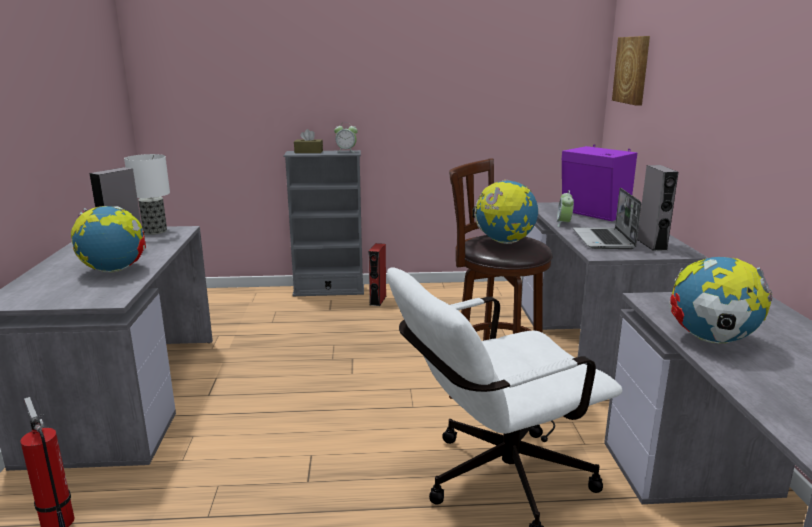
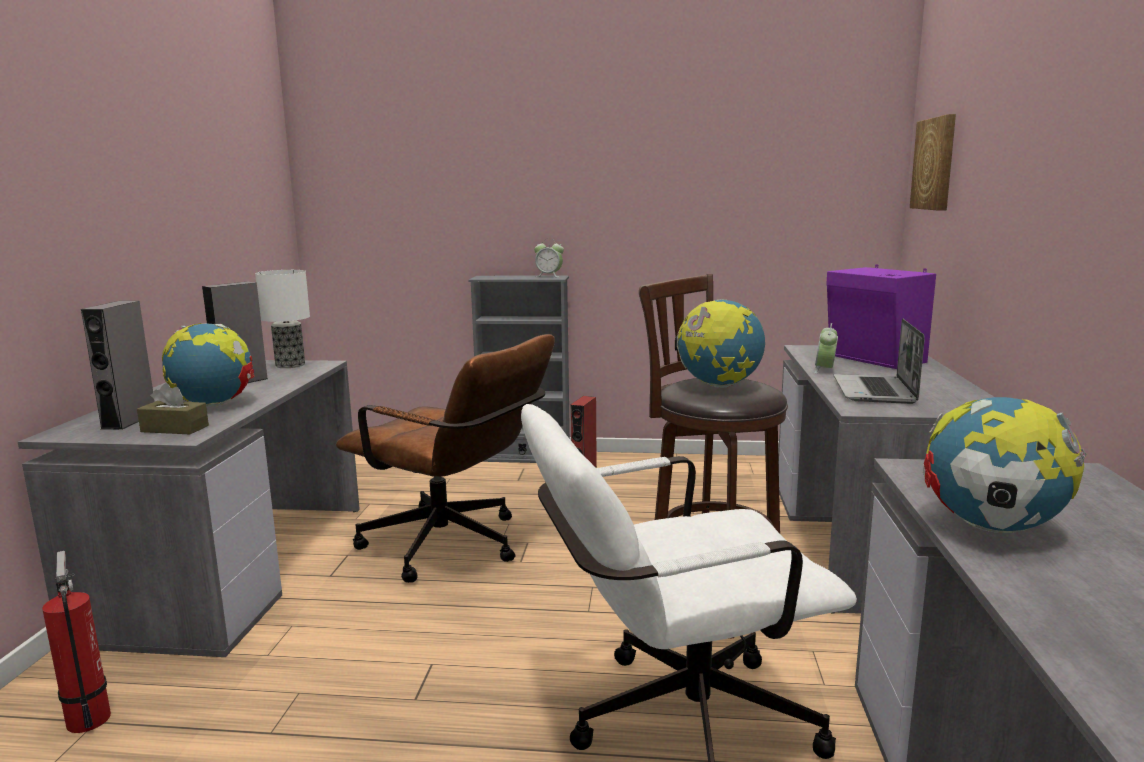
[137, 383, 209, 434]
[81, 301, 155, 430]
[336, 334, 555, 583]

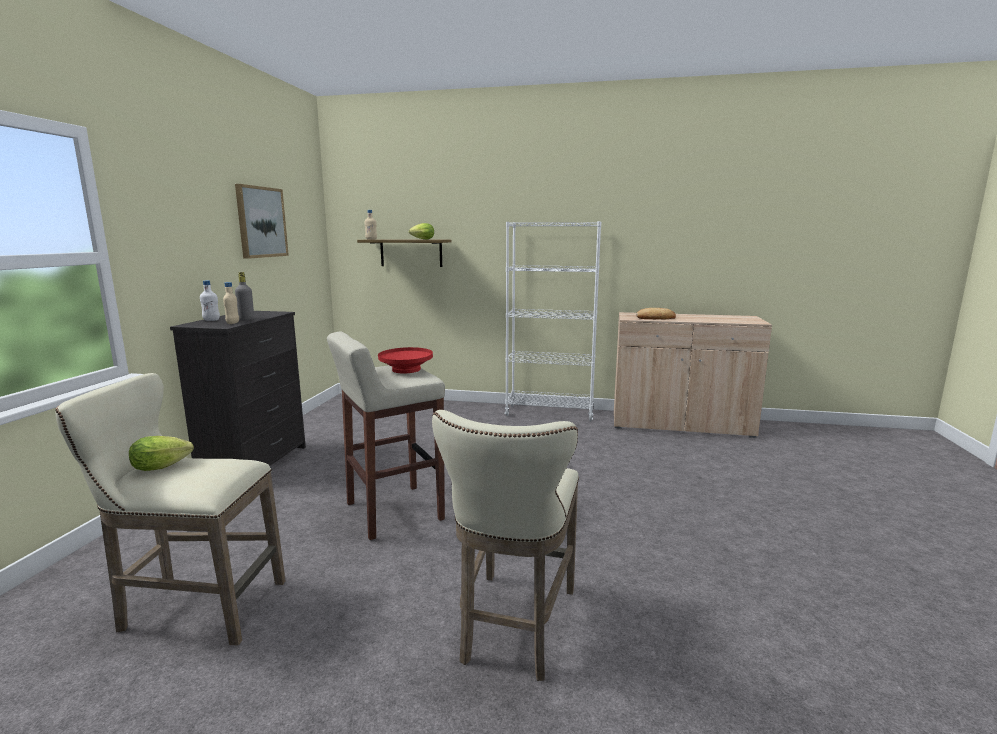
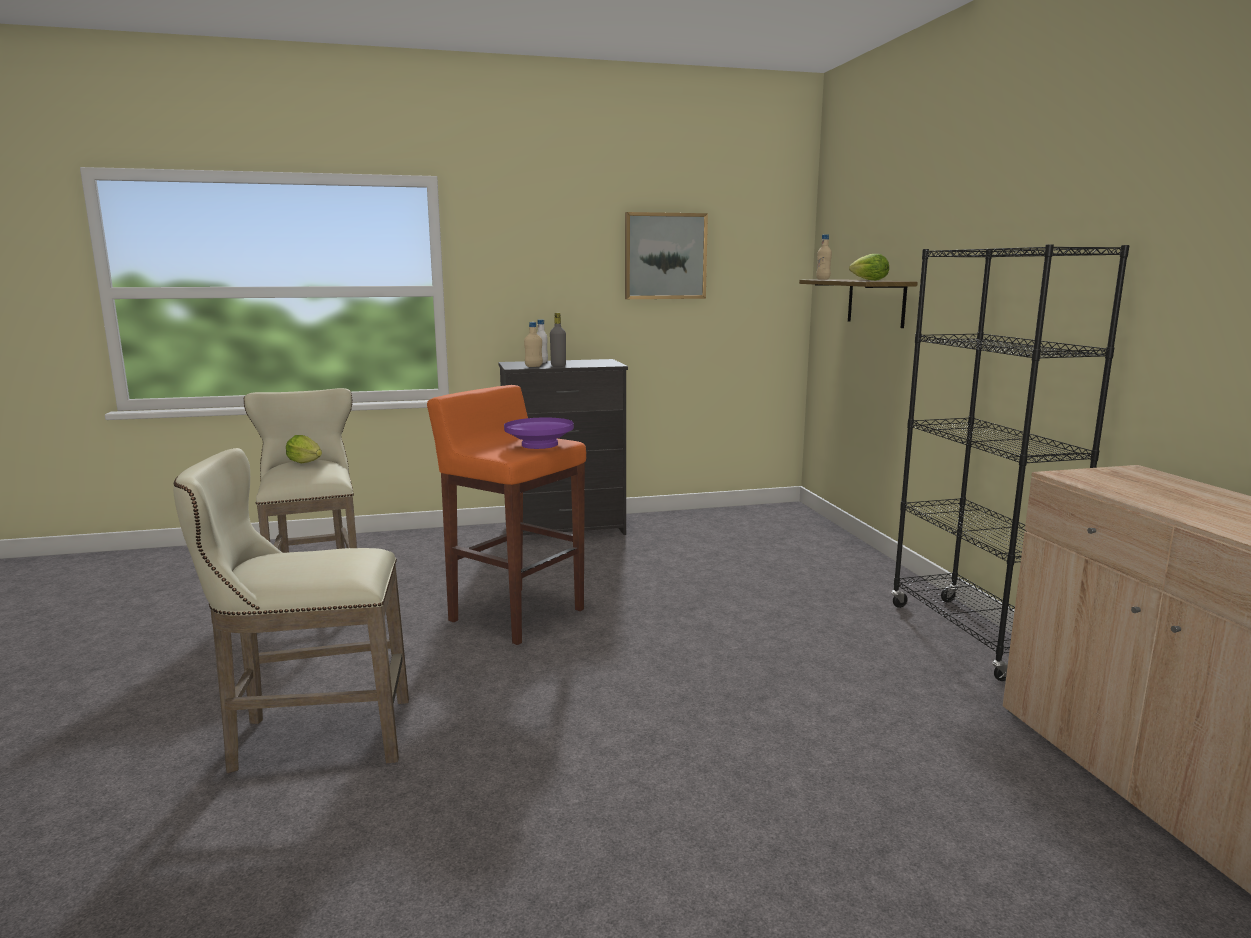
[891, 245, 1129, 681]
[636, 308, 676, 319] (first image)
[427, 385, 586, 645]
[504, 418, 574, 449]

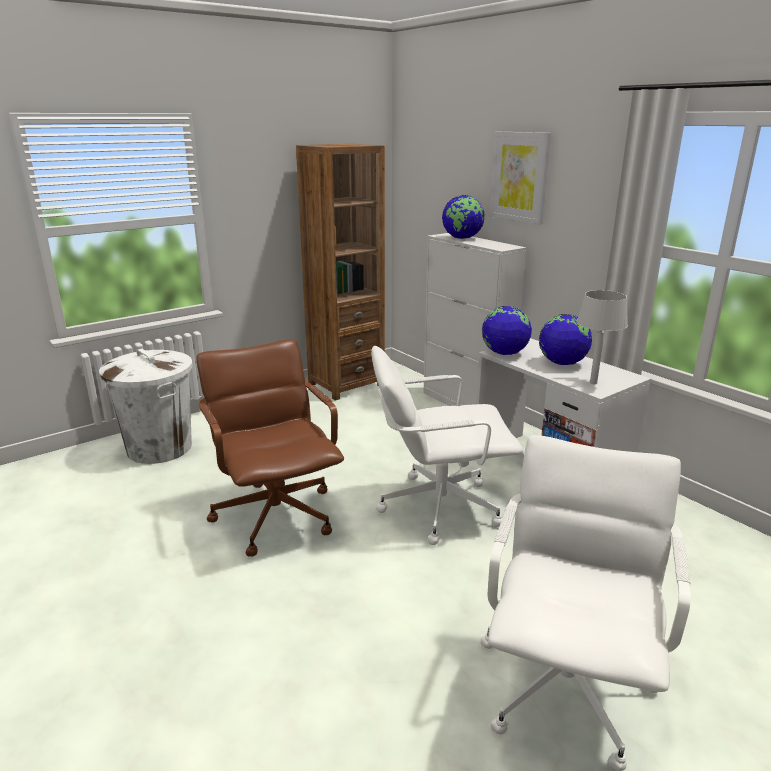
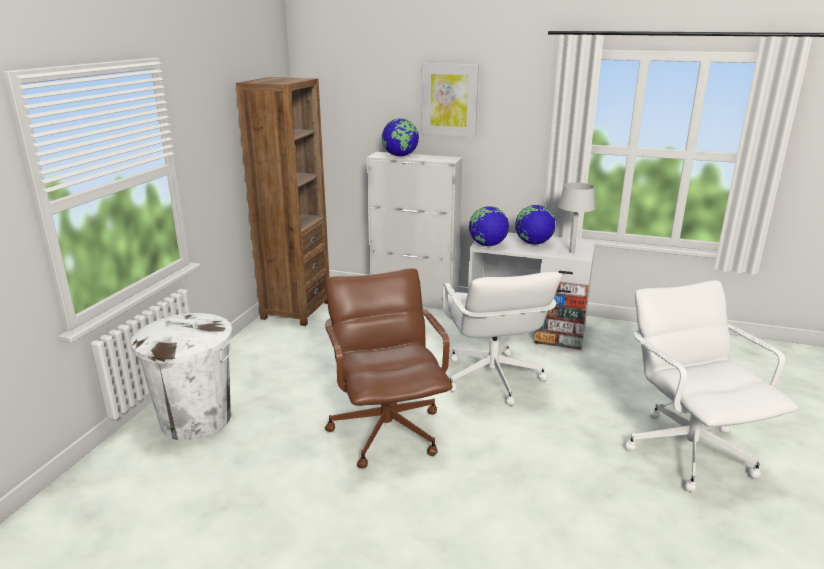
[325, 268, 453, 469]
[442, 272, 562, 406]

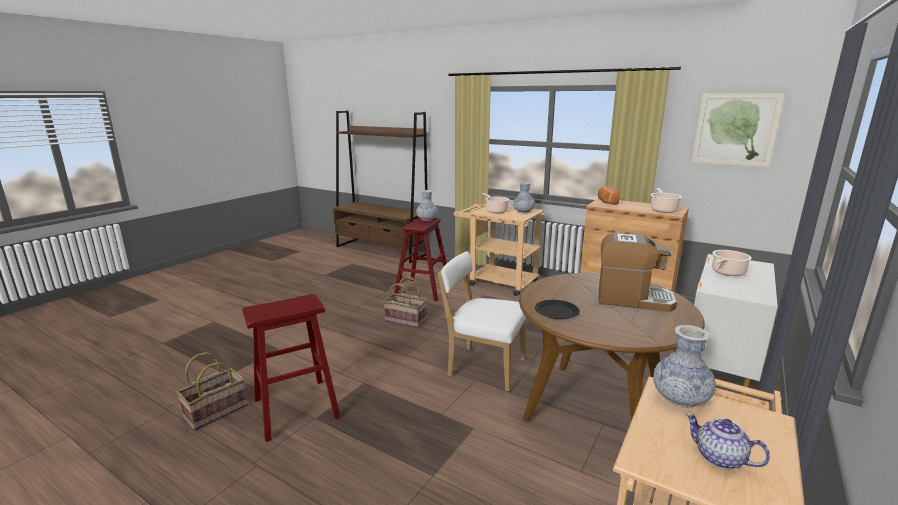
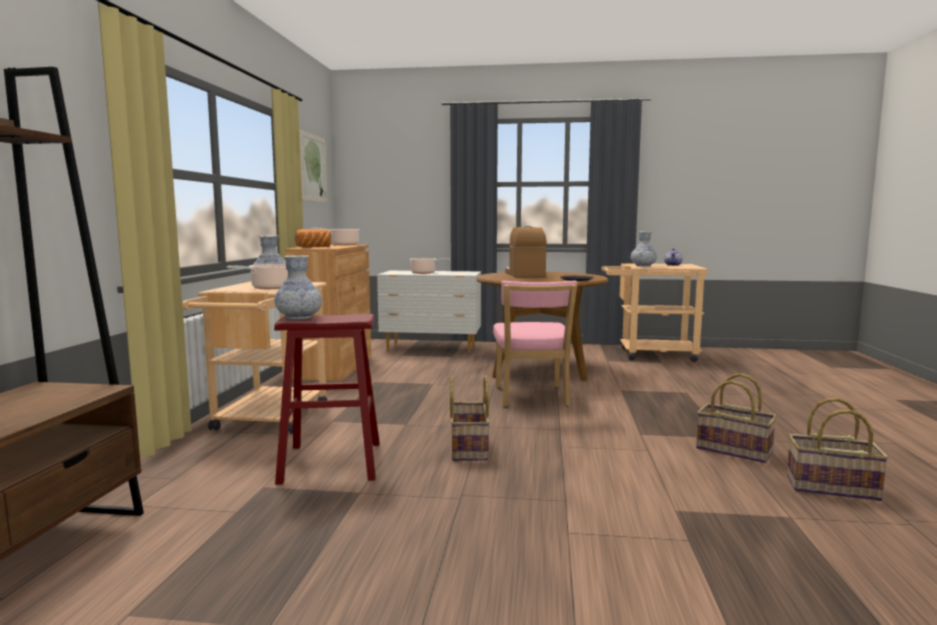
[493, 281, 577, 407]
[696, 373, 777, 463]

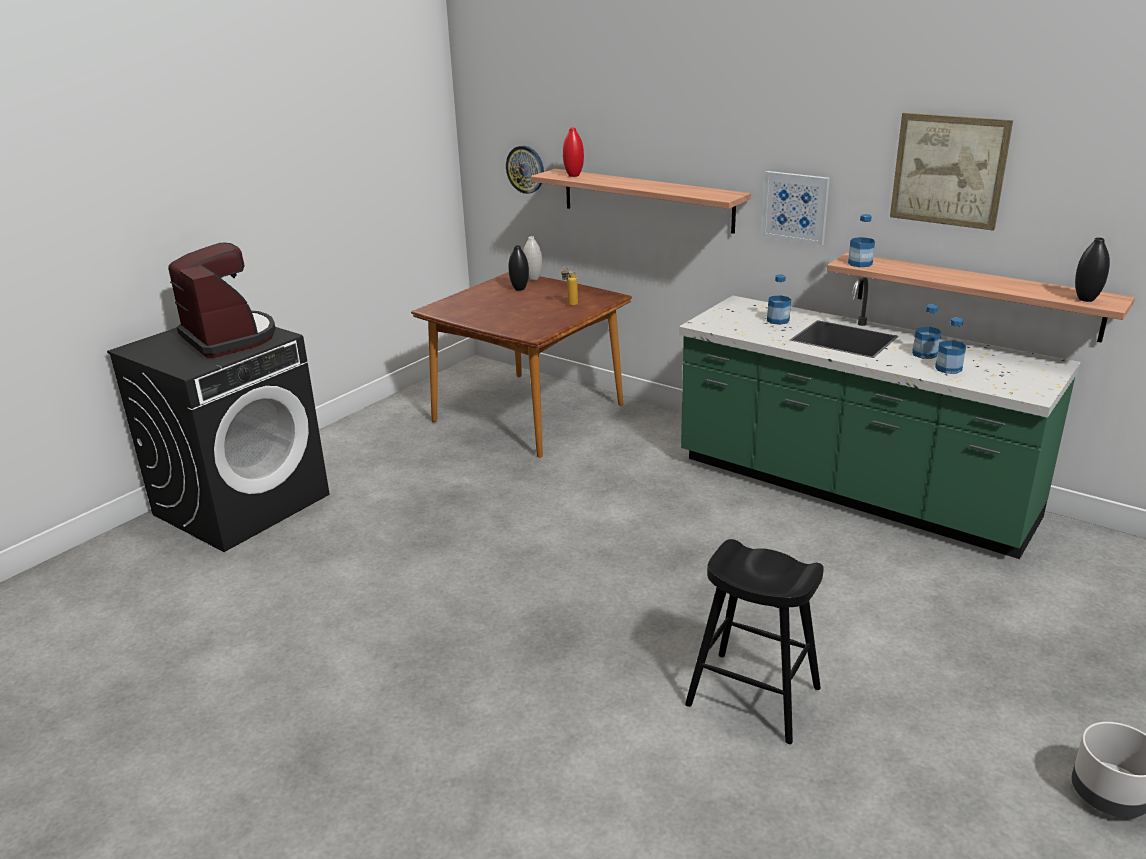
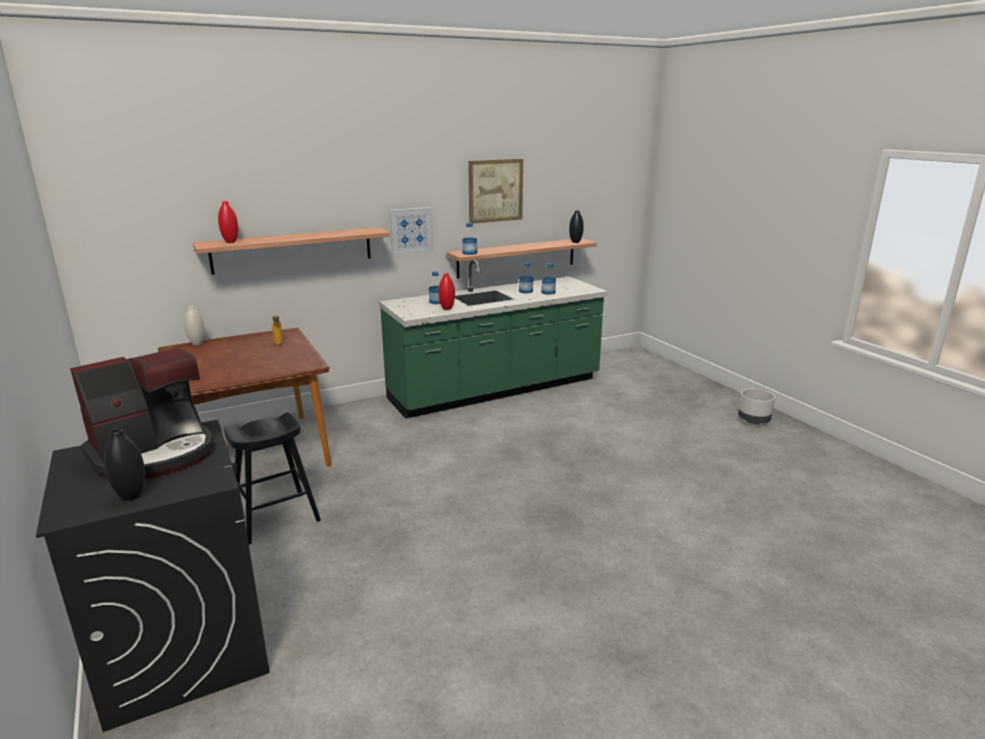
[506, 146, 544, 194] (first image)
[70, 348, 214, 479]
[104, 428, 145, 501]
[224, 413, 321, 545]
[439, 273, 455, 310]

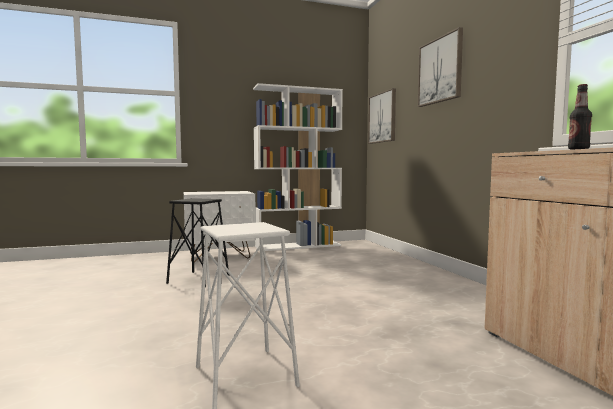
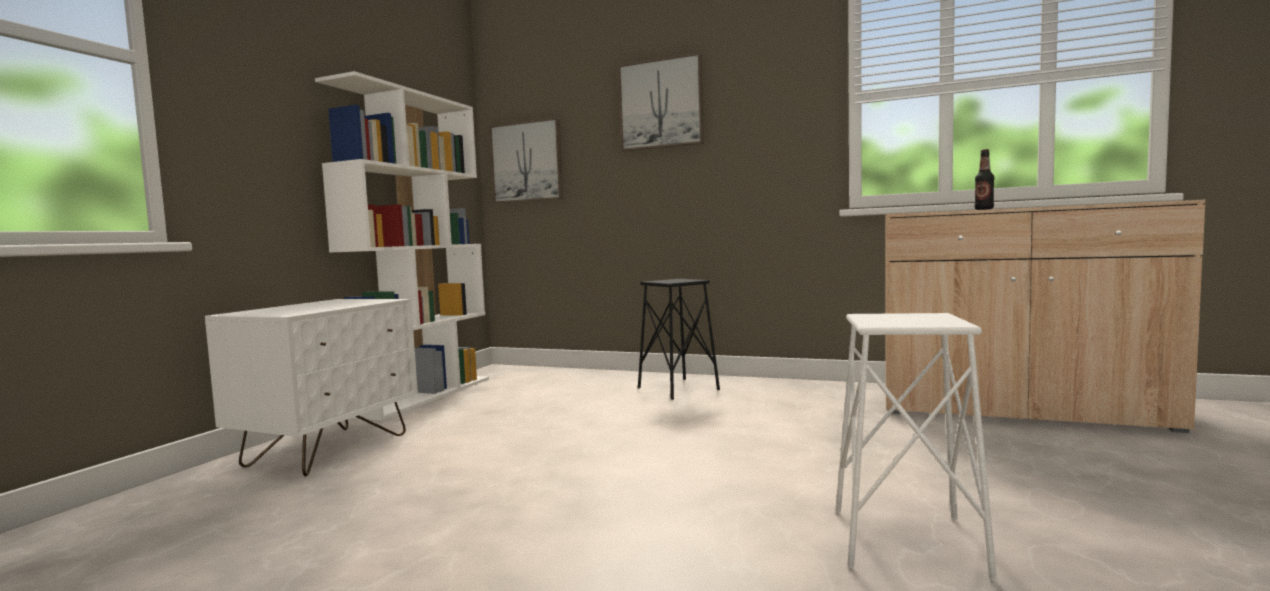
[638, 279, 720, 400]

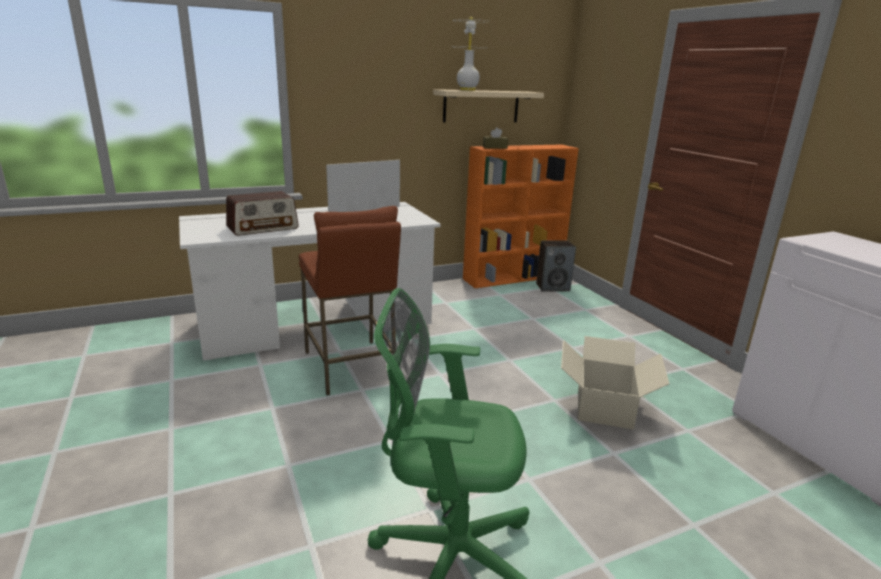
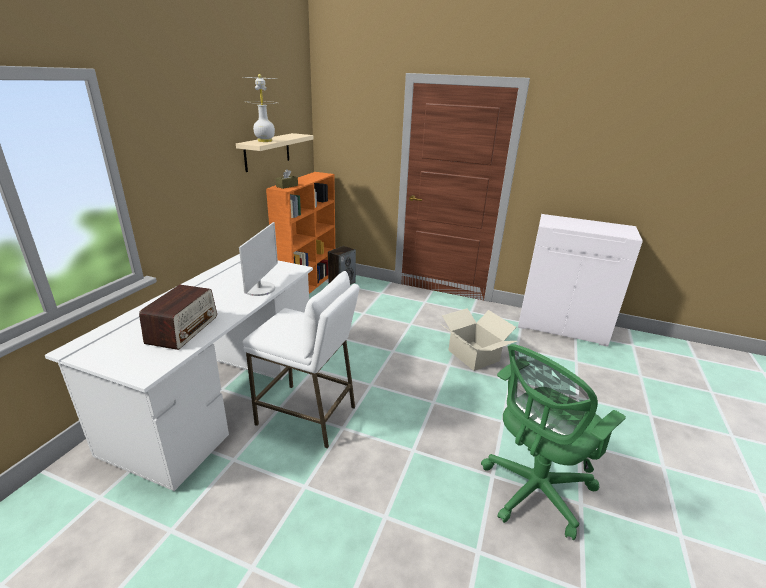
[243, 271, 360, 449]

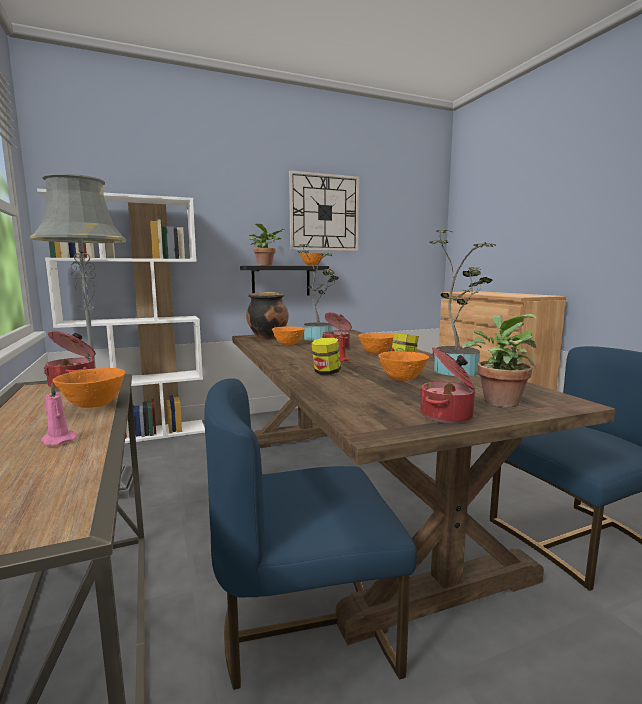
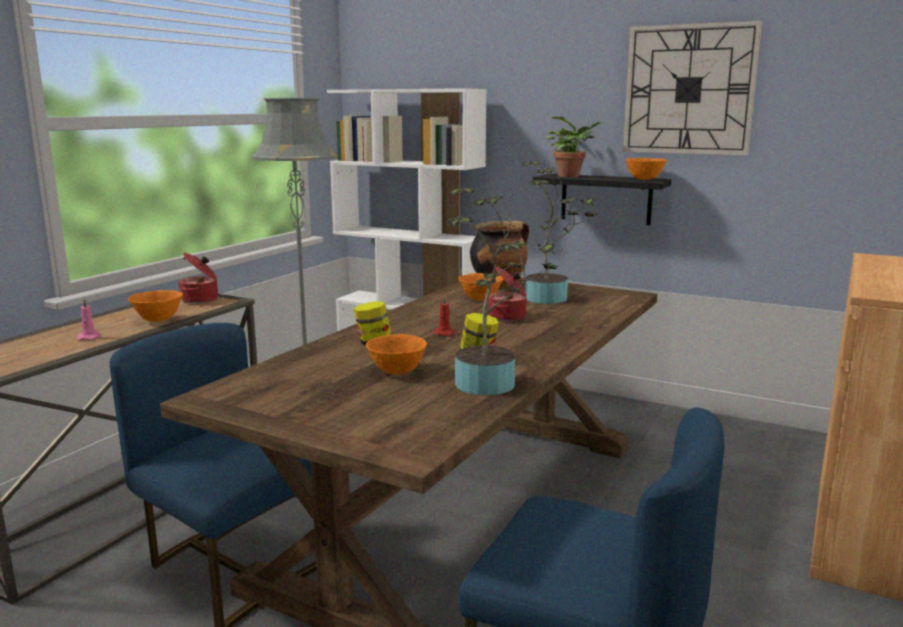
[462, 314, 537, 407] (first image)
[358, 333, 394, 354] (first image)
[419, 347, 475, 424] (first image)

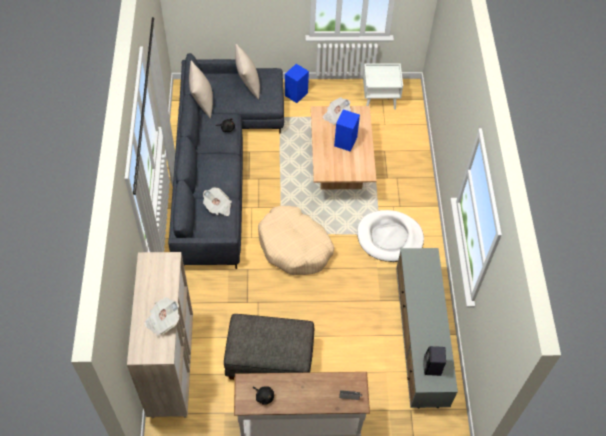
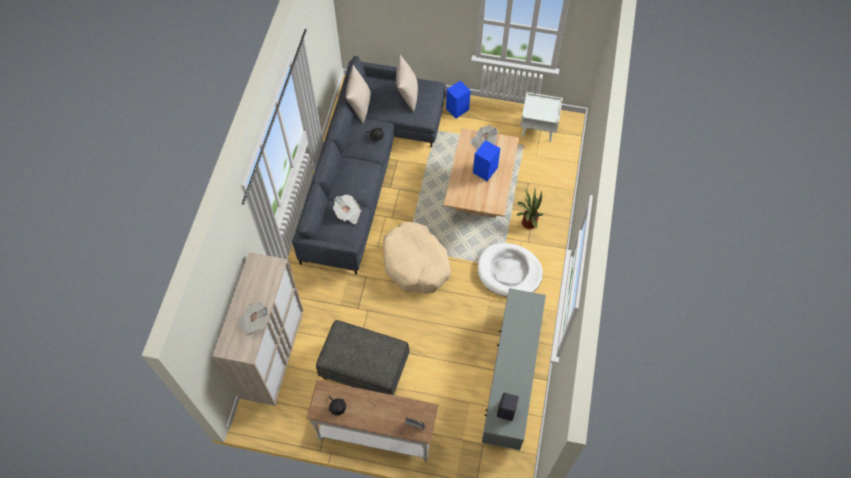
[516, 189, 543, 229]

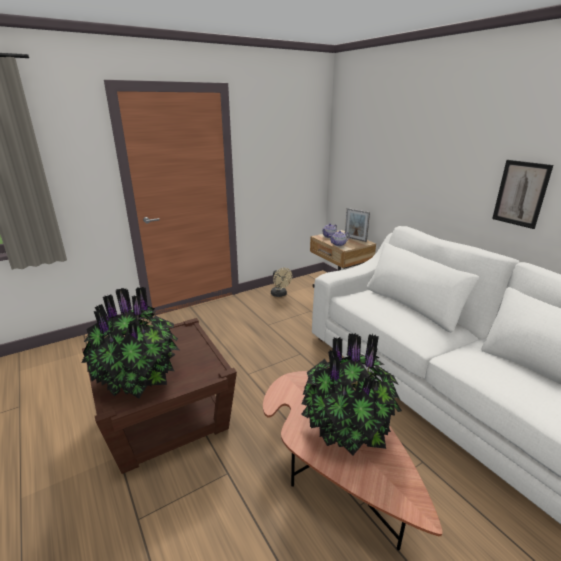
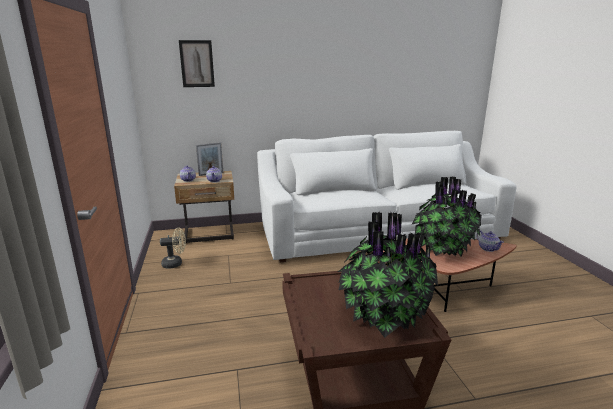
[179, 40, 215, 87]
[476, 231, 504, 252]

